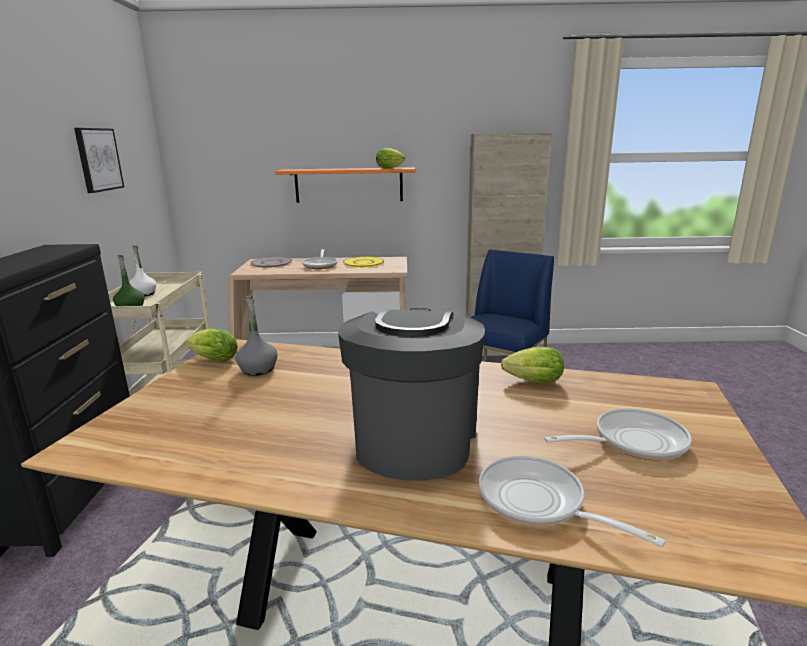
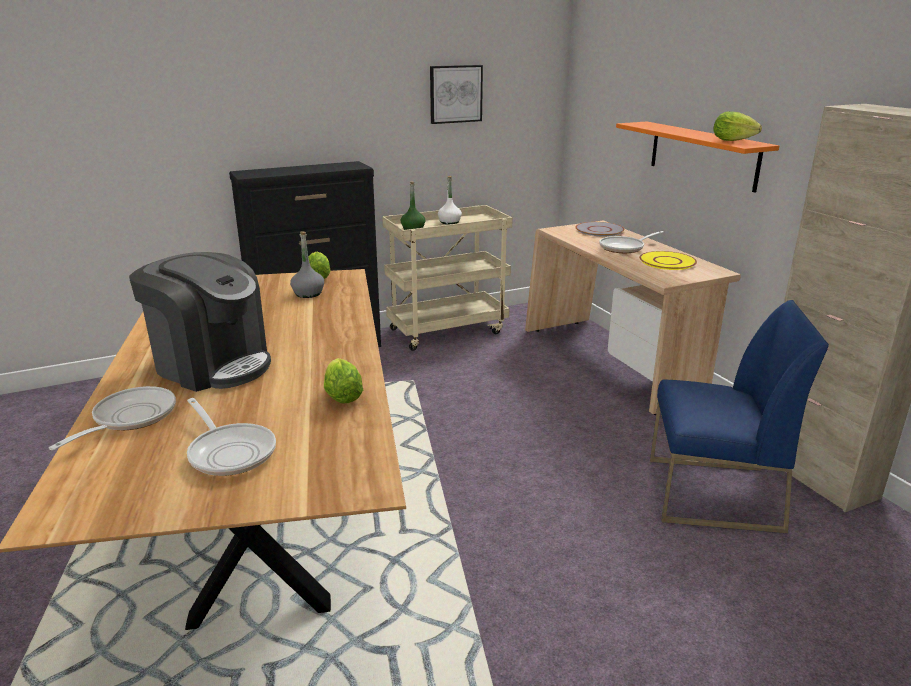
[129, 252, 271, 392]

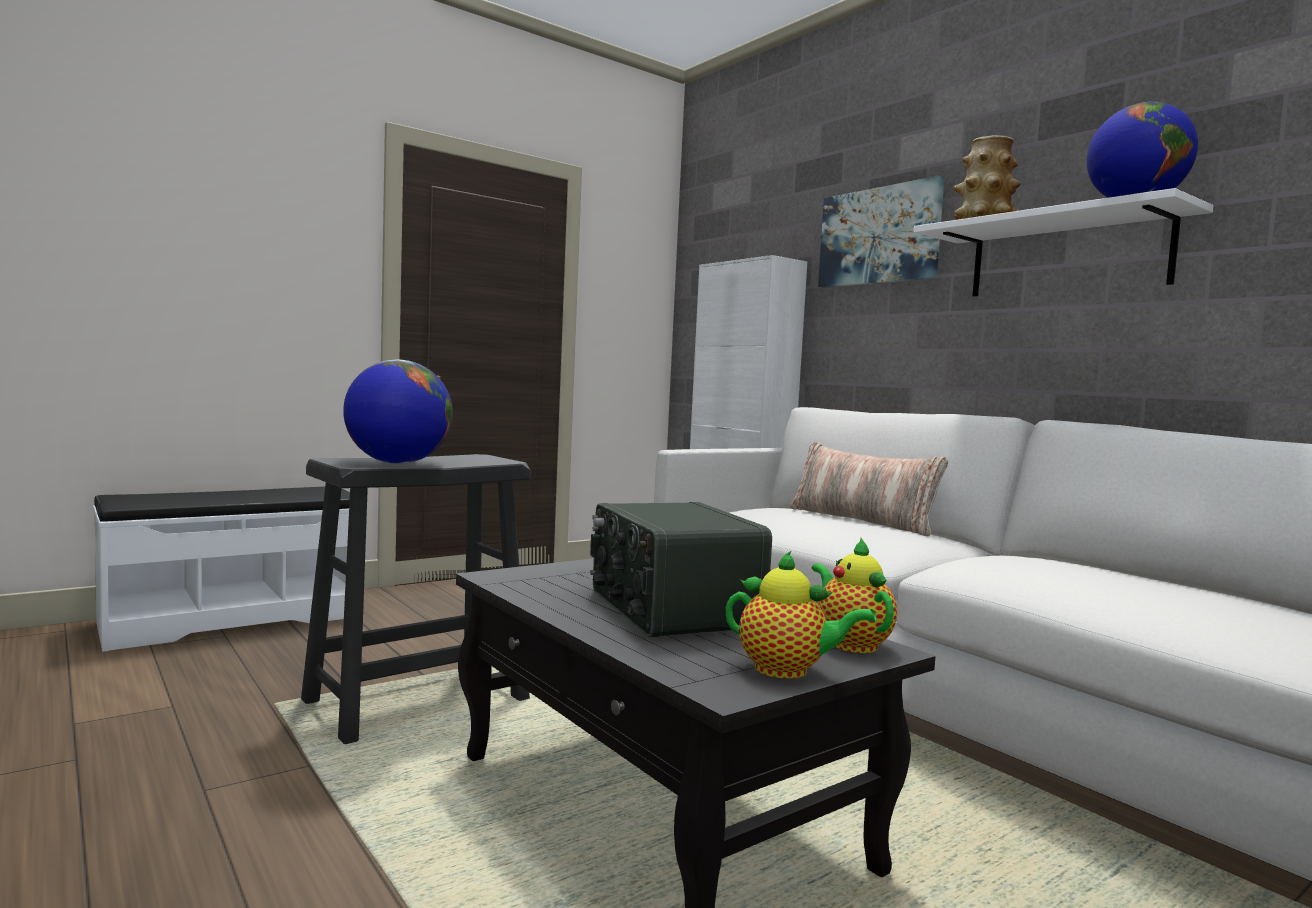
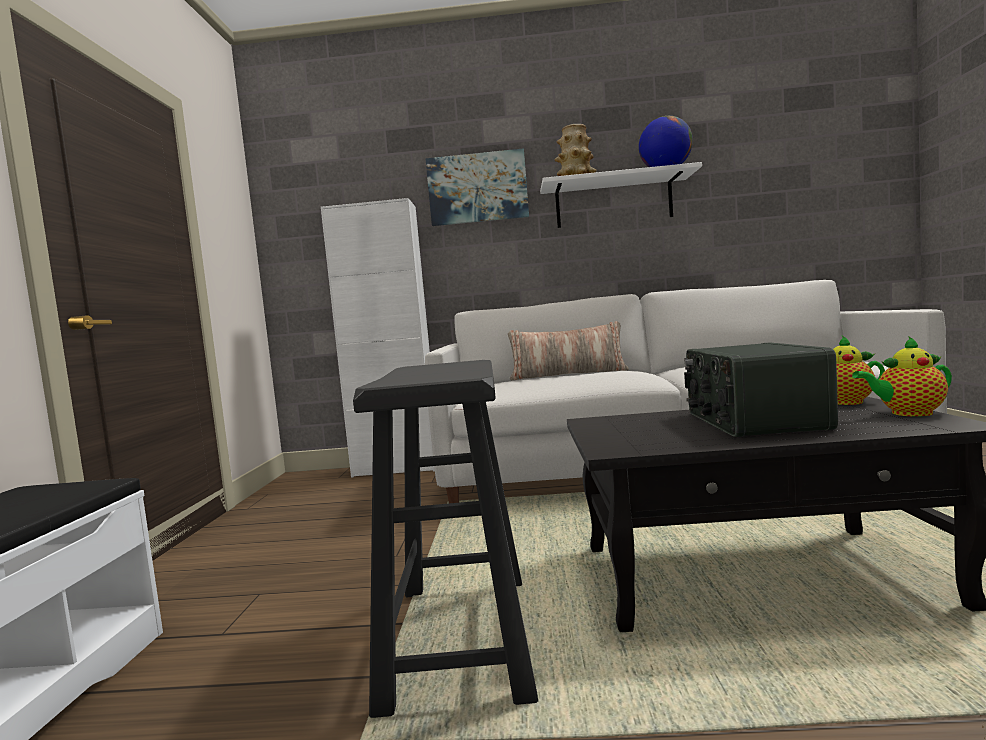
[343, 360, 453, 464] (first image)
[684, 342, 838, 437]
[852, 336, 952, 416]

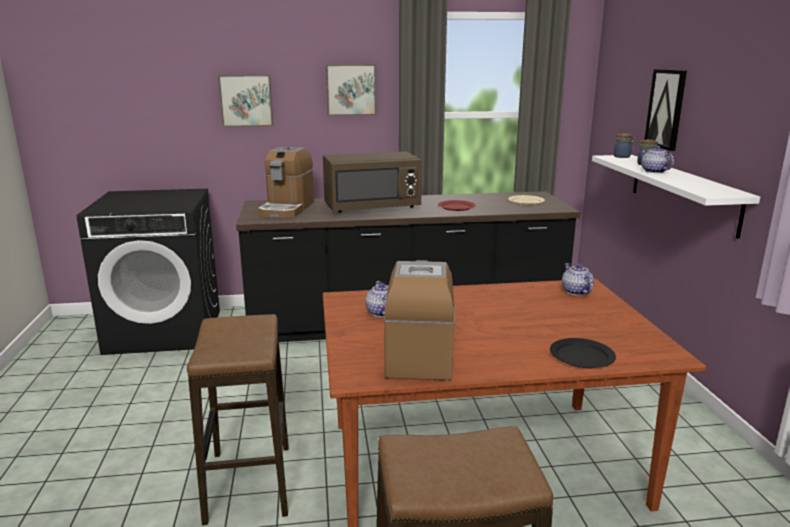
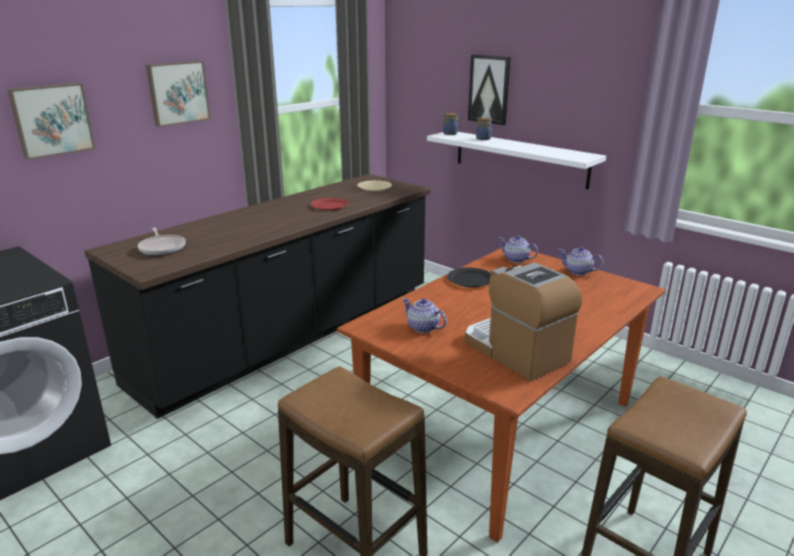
[558, 247, 603, 275]
[138, 228, 186, 256]
[323, 152, 422, 213] (first image)
[447, 268, 490, 288]

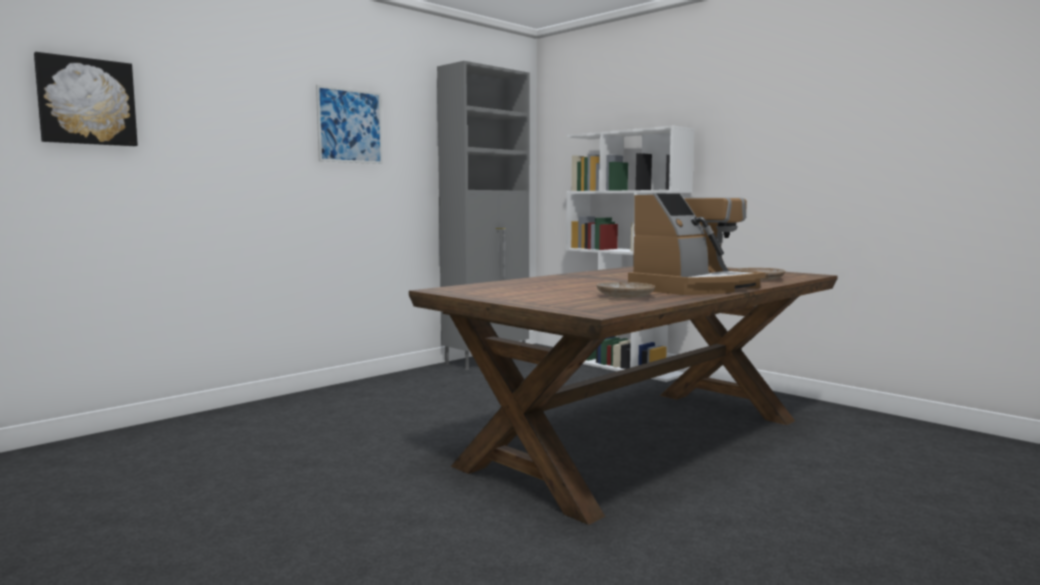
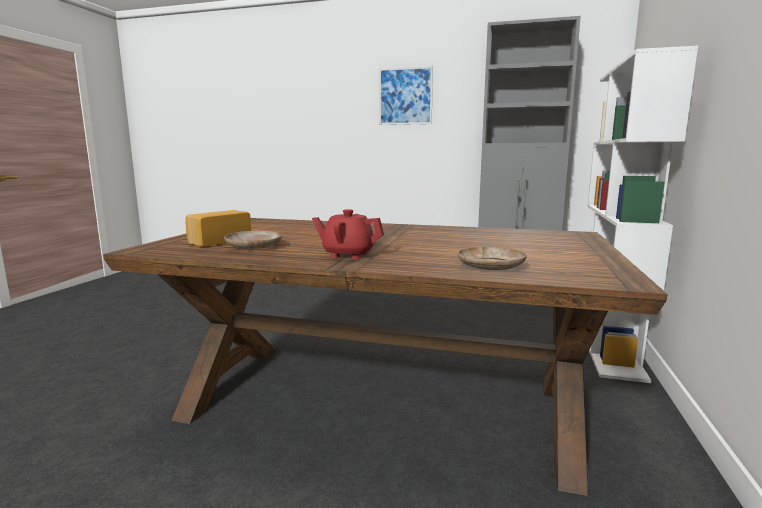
[34, 52, 138, 146] (first image)
[312, 209, 384, 259]
[186, 210, 251, 246]

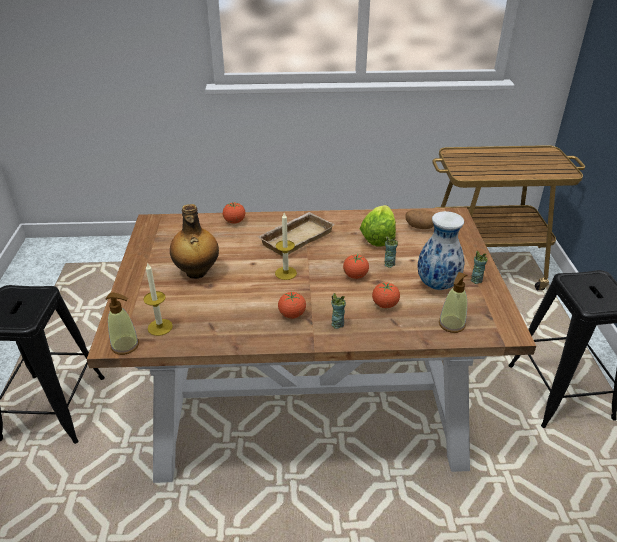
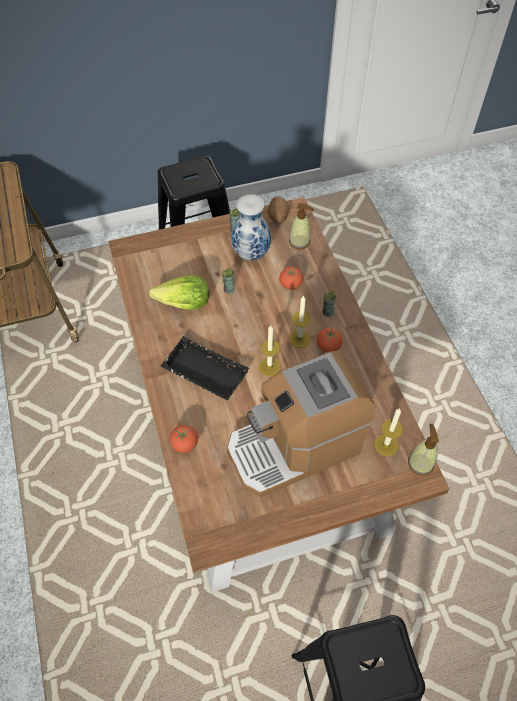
[227, 350, 376, 498]
[267, 196, 289, 223]
[161, 336, 249, 400]
[343, 254, 369, 279] (first image)
[289, 295, 311, 348]

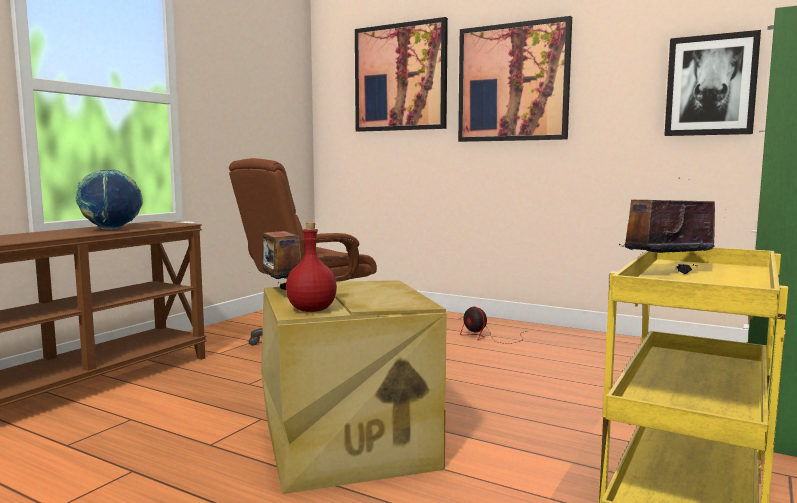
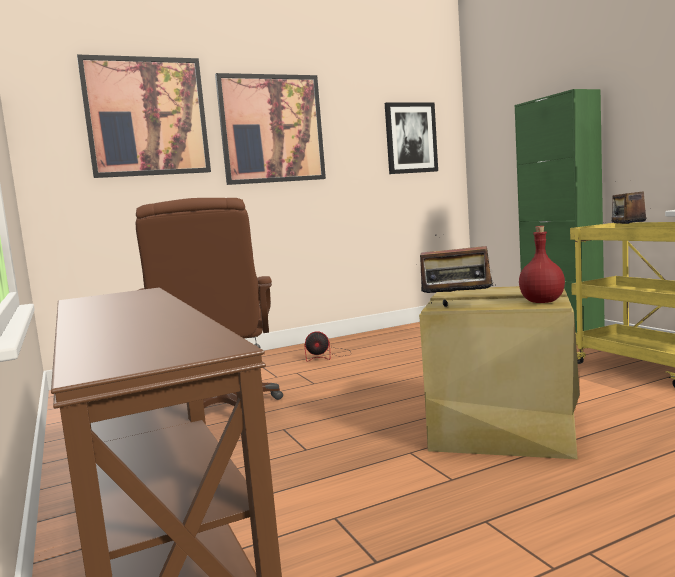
[76, 169, 143, 230] (first image)

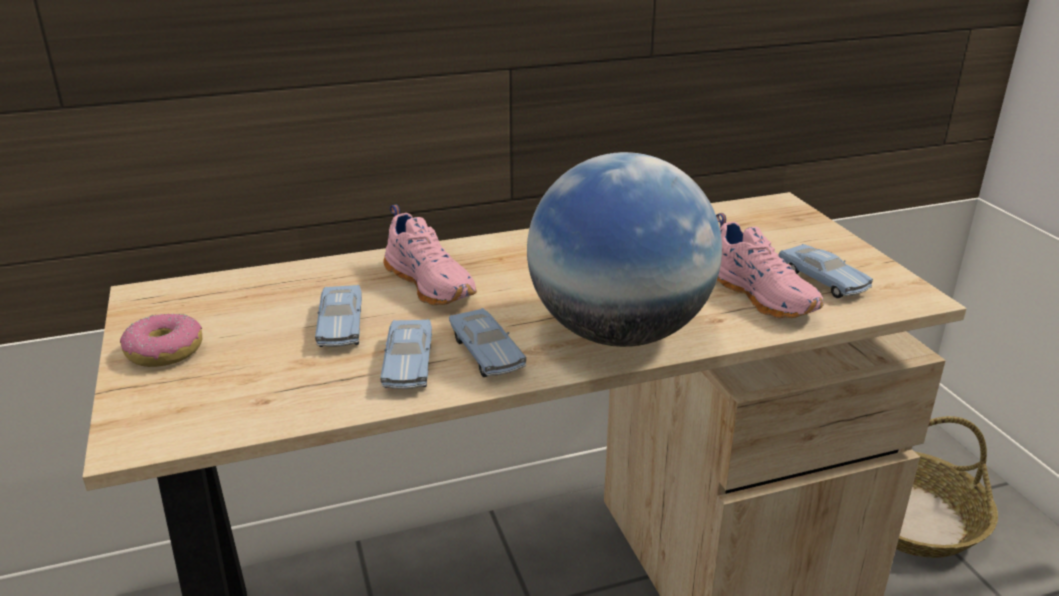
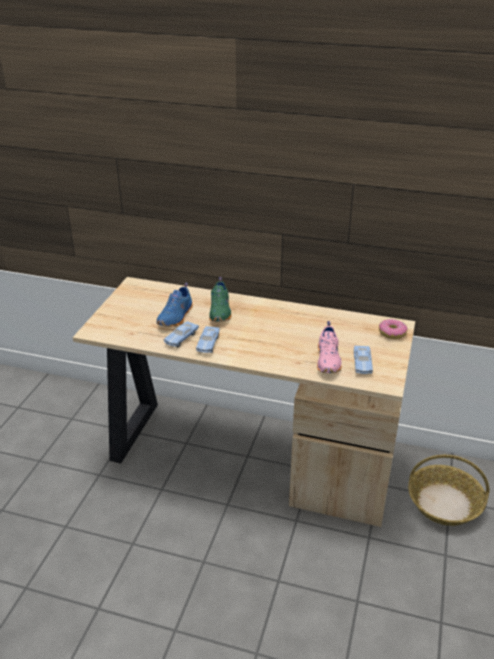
[527, 152, 722, 347] (first image)
[209, 277, 231, 322]
[157, 283, 193, 327]
[379, 319, 408, 339]

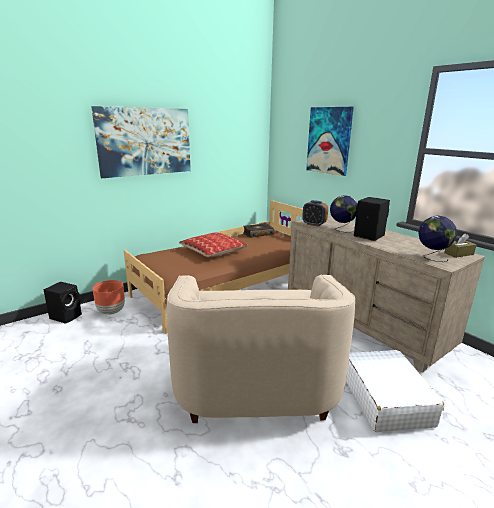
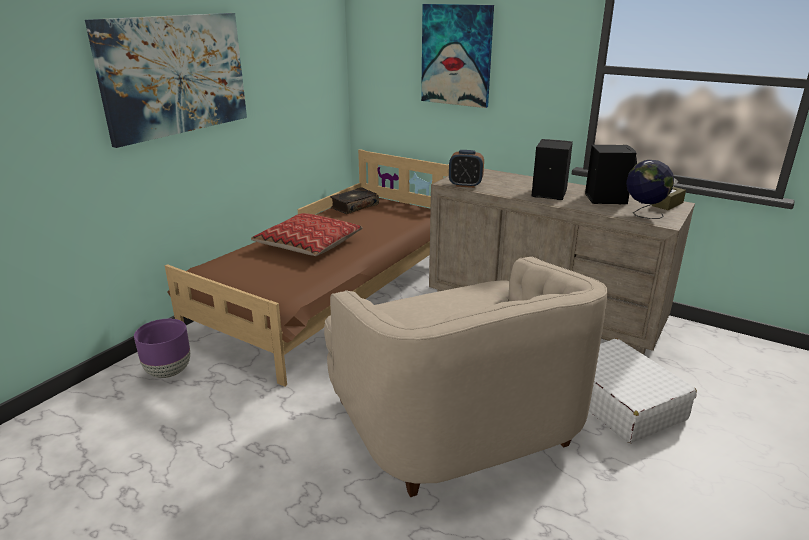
[330, 195, 358, 233] (first image)
[134, 319, 190, 378]
[585, 145, 637, 204]

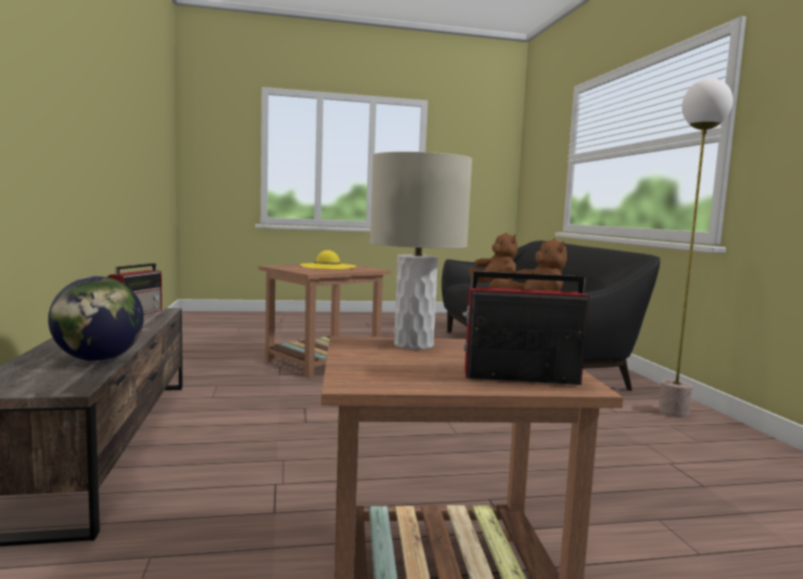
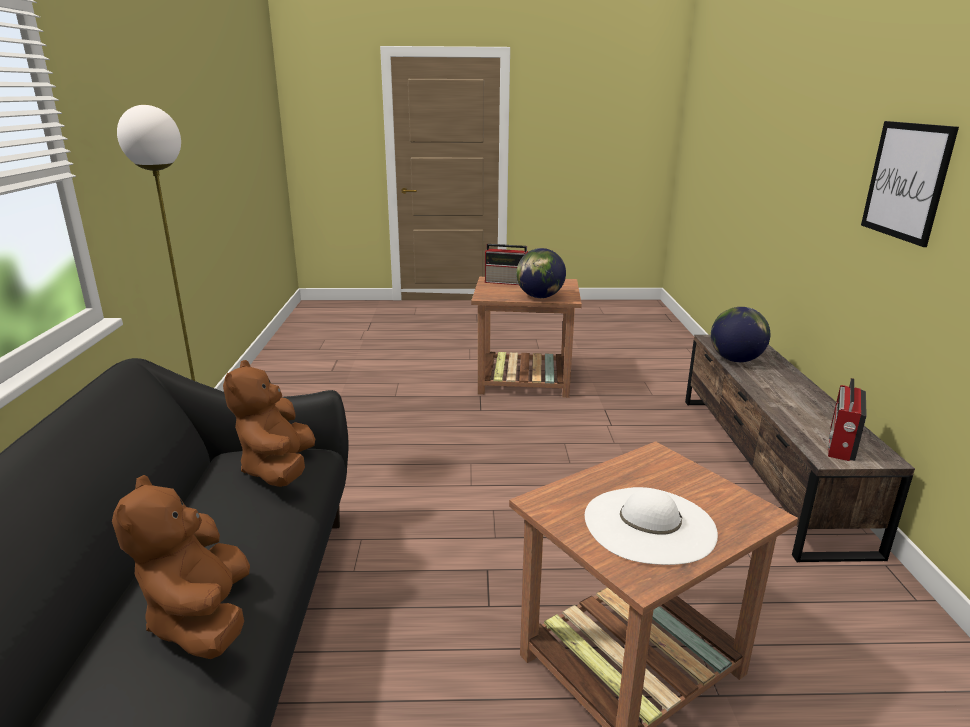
[516, 248, 566, 298]
[585, 487, 718, 565]
[861, 121, 959, 247]

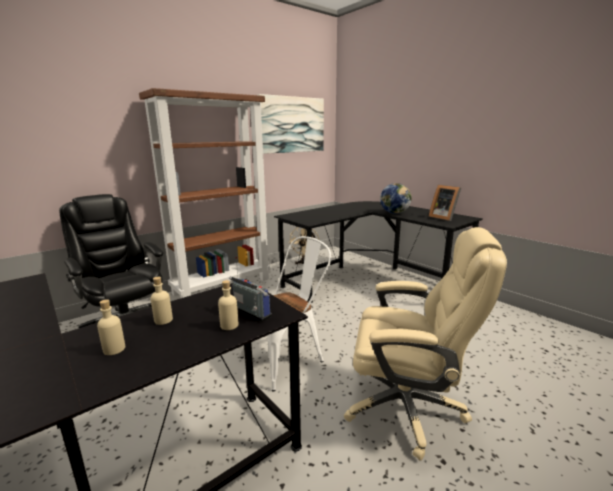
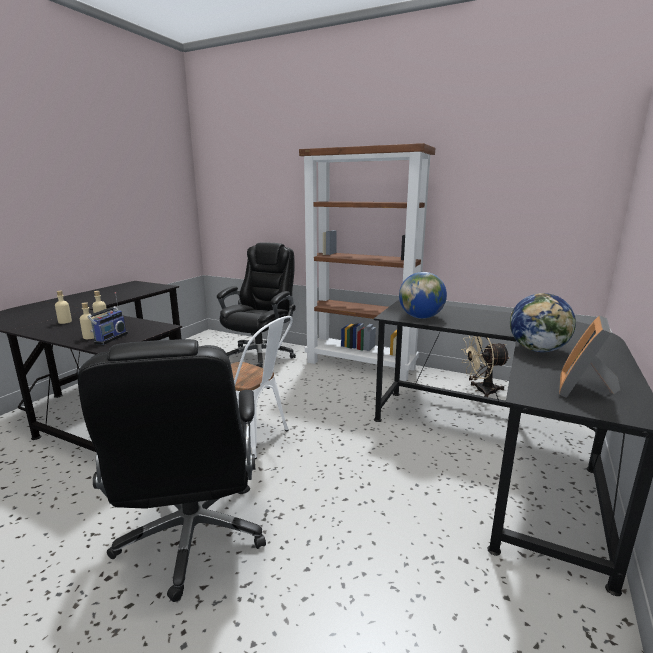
[258, 94, 324, 154] (first image)
[78, 339, 266, 602]
[399, 272, 447, 319]

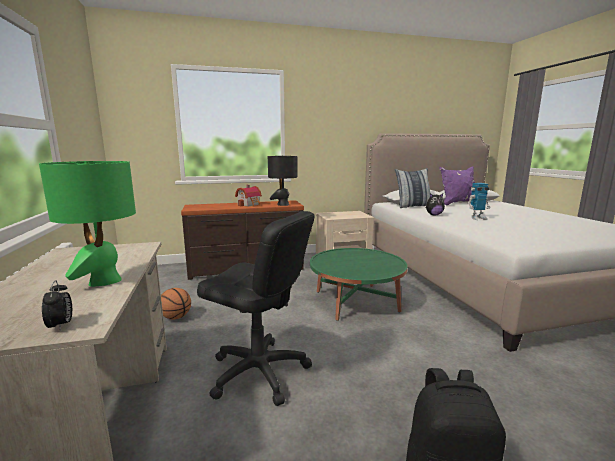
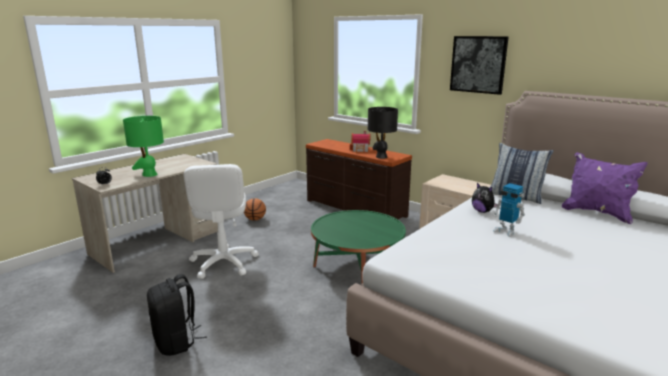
[184, 164, 259, 279]
[450, 36, 509, 95]

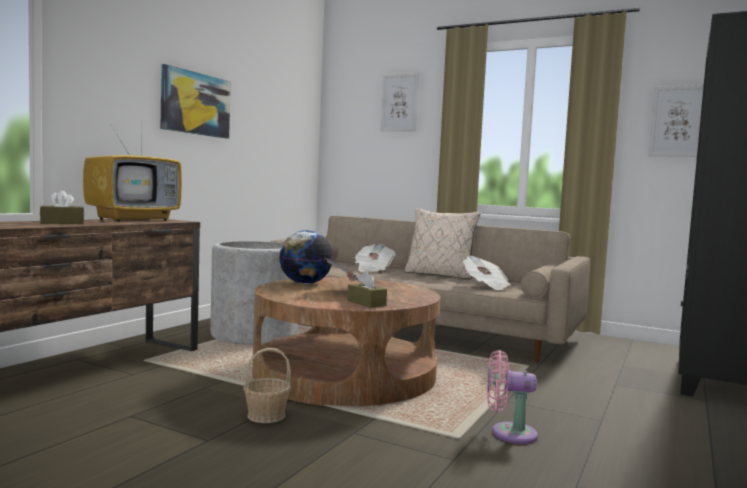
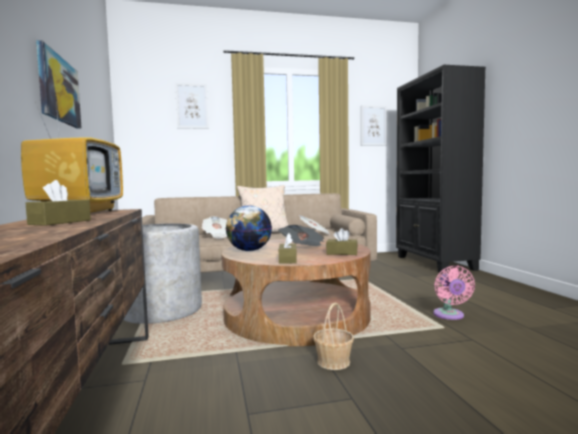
[433, 265, 475, 320]
[279, 233, 297, 264]

